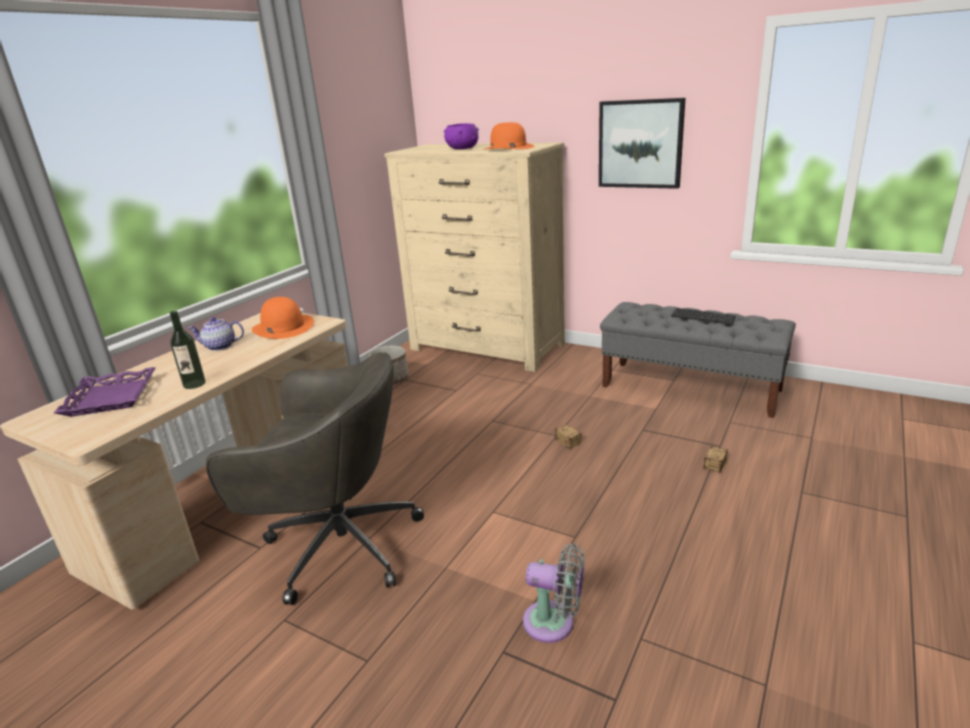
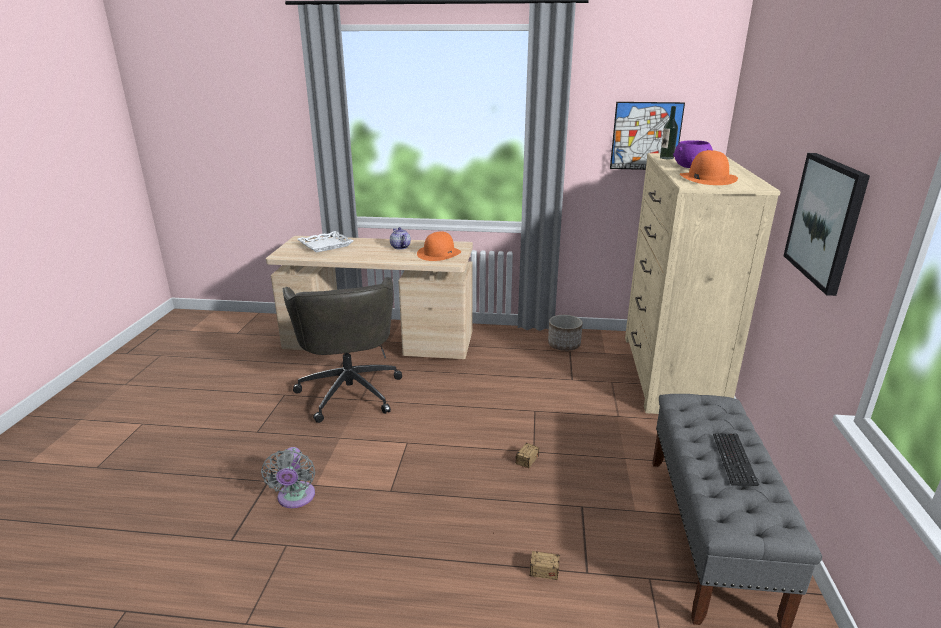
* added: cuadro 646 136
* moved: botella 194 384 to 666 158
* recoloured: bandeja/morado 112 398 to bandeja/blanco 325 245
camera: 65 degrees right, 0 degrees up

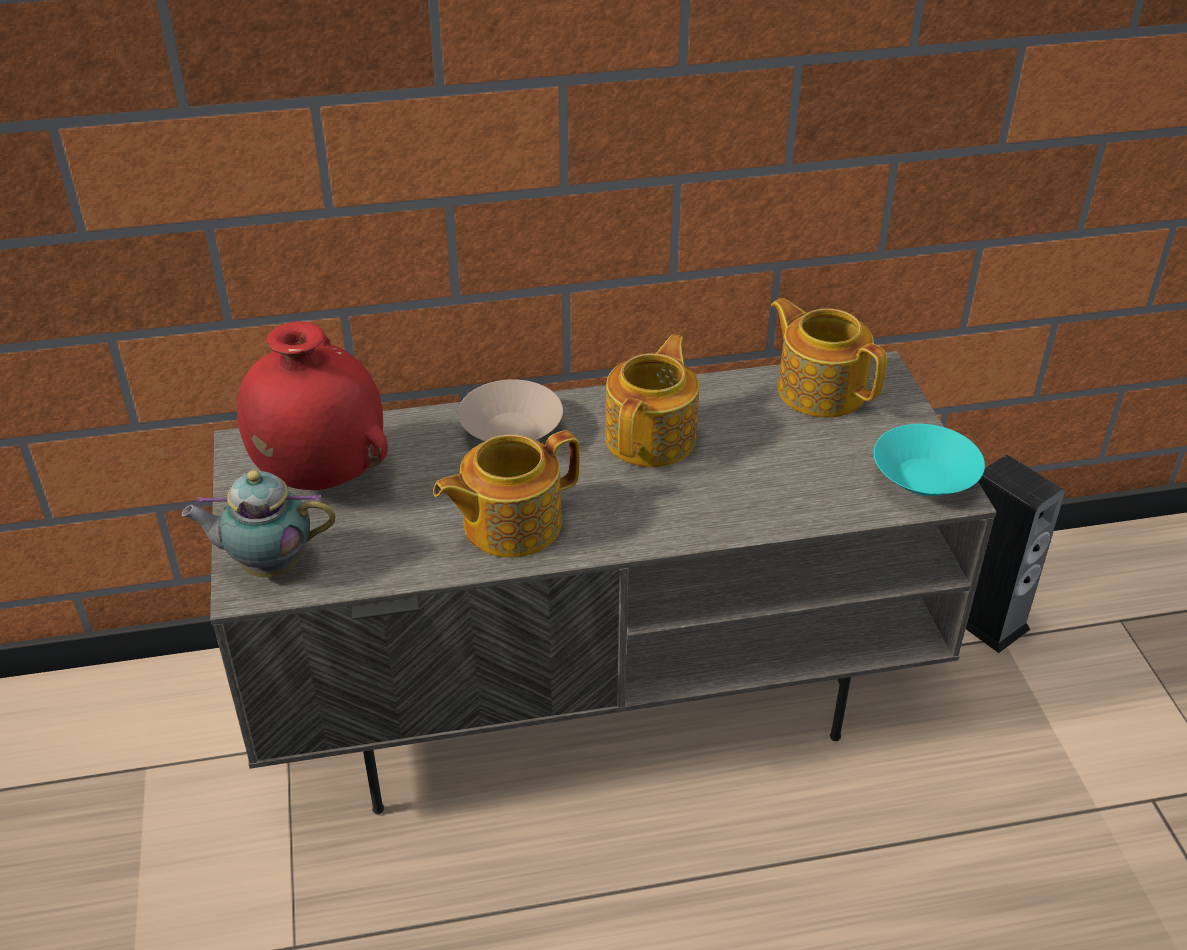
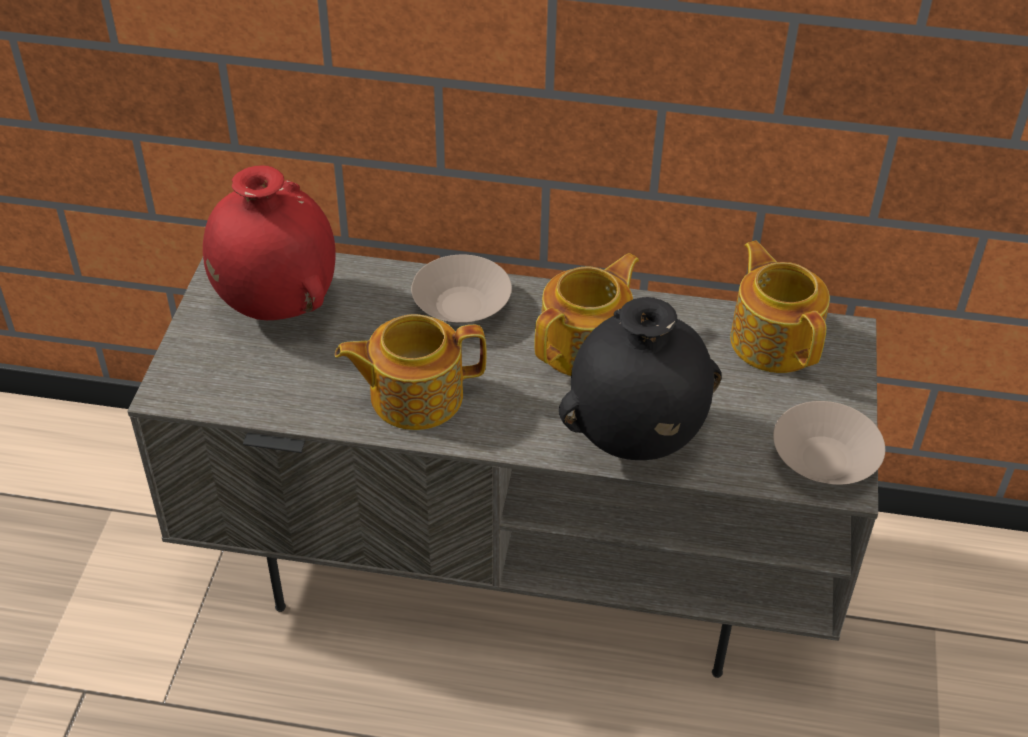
* removed: tetera 268 565
* removed: altavoz 985 620
* added: florero/negro 634 439
* recoloured: cuenco/turquesa 923 480 to cuenco/beis 823 461
camera: 20 degrees right, 5 degrees up

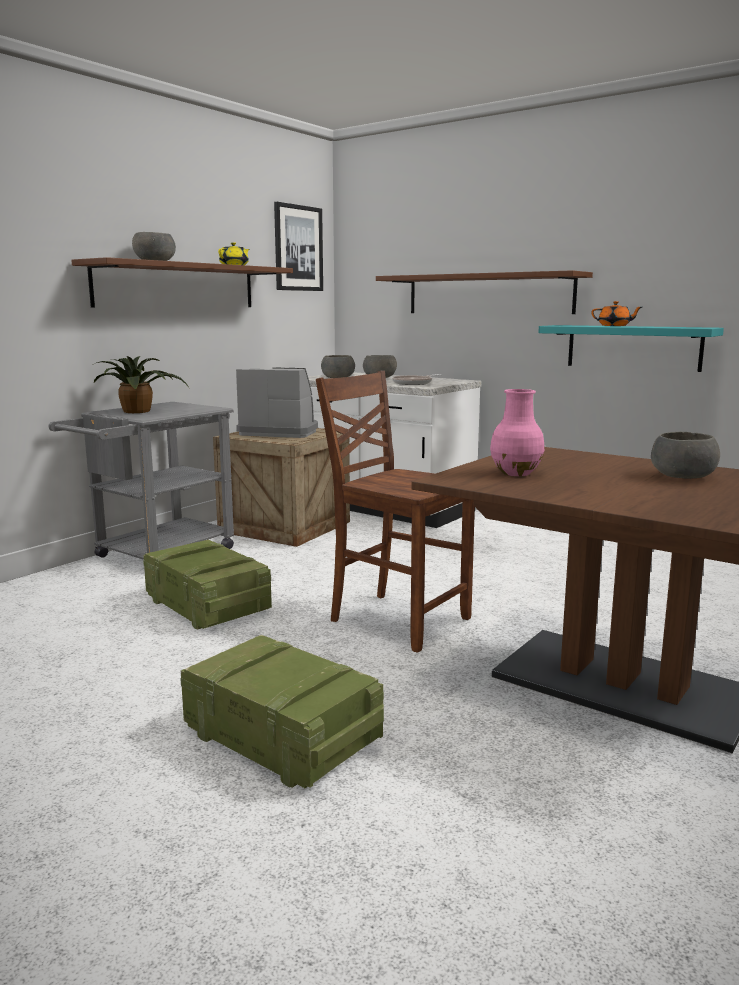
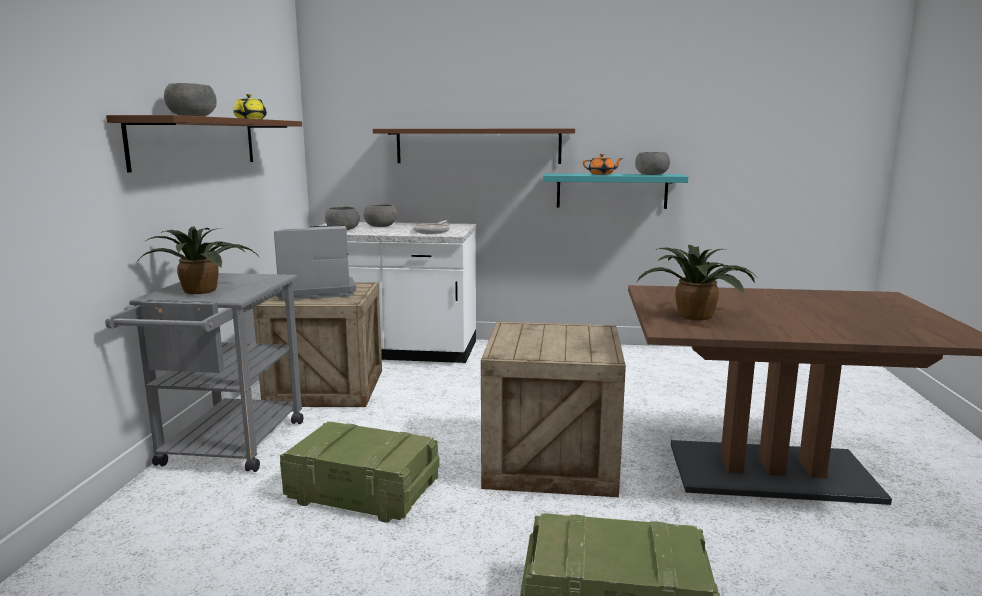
* removed: cuadro 298 248
* moved: cuenco/gris 682 476 to 651 174
* replaced: silla/marrón 397 620 to caja de embalaje 551 460
* replaced: florero/rosa 516 473 to planta en maceta 696 315
camera: 30 degrees left, 0 degrees up

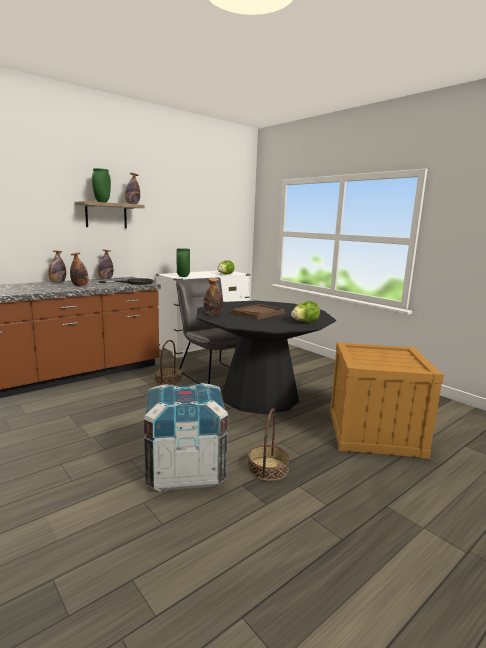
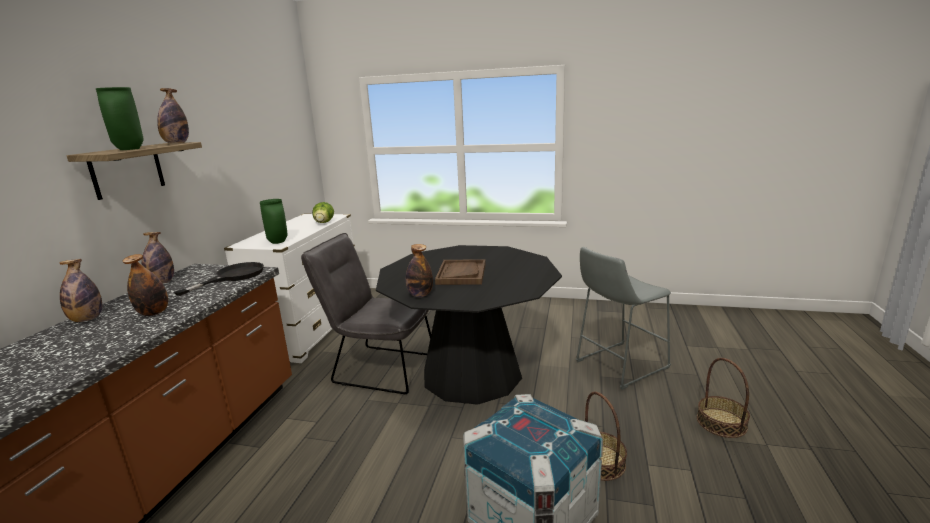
* removed: lechuga 304 322
* moved: cesta 168 380 to 721 422
* replaced: caja de embalaje 374 432 to taburete/gris 618 366
camera: 35 degrees left, 5 degrees up

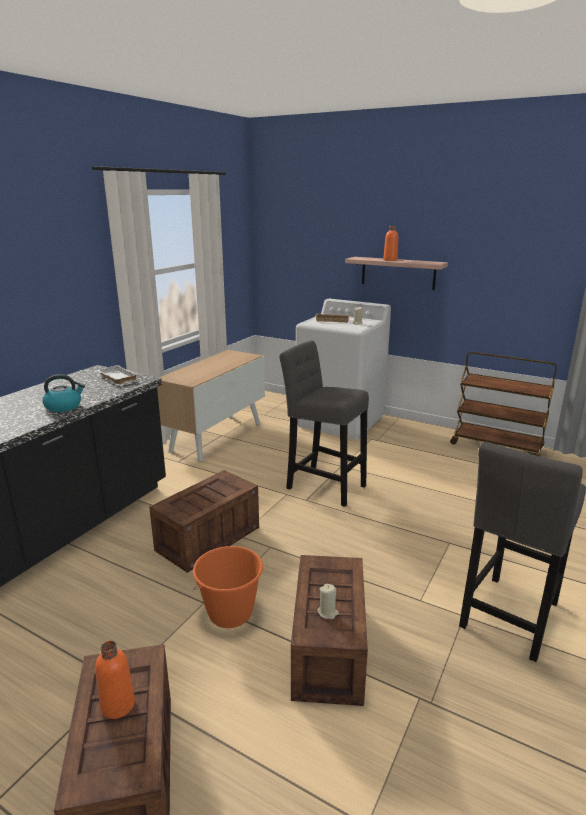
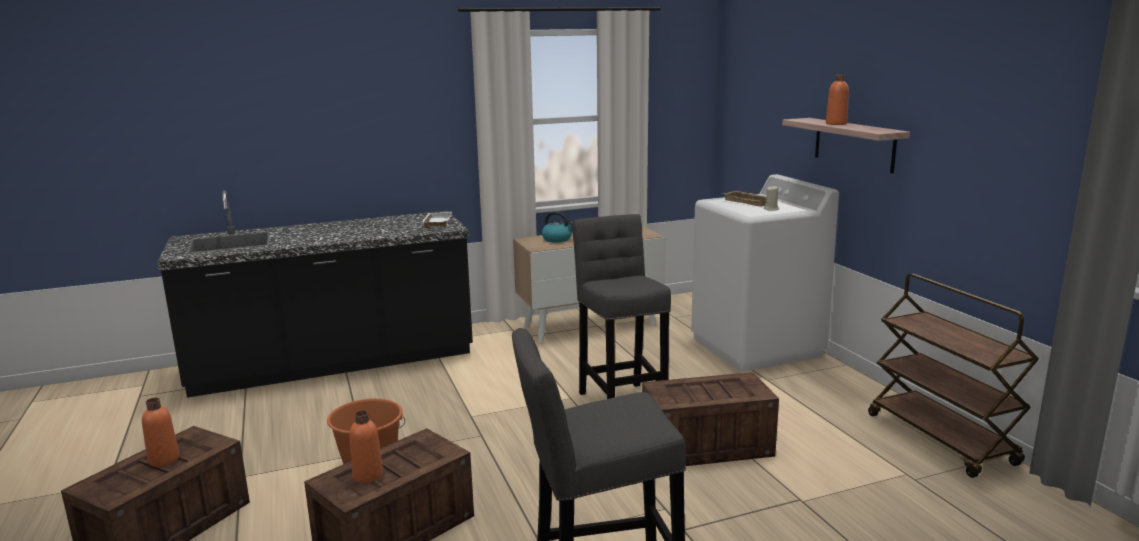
* moved: hervidor 64 406 to 557 239
* moved: caja de embalaje 209 538 to 708 446
* replaced: vela/beis 327 612 to botella/naranja 368 475
camera: 40 degrees right, 5 degrees down

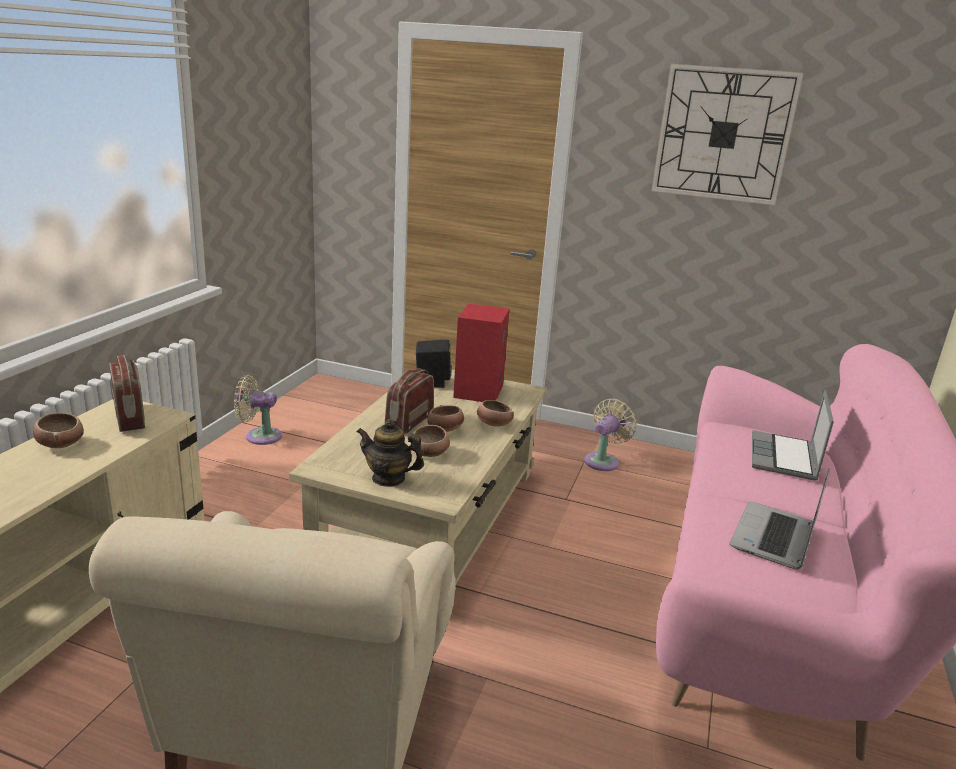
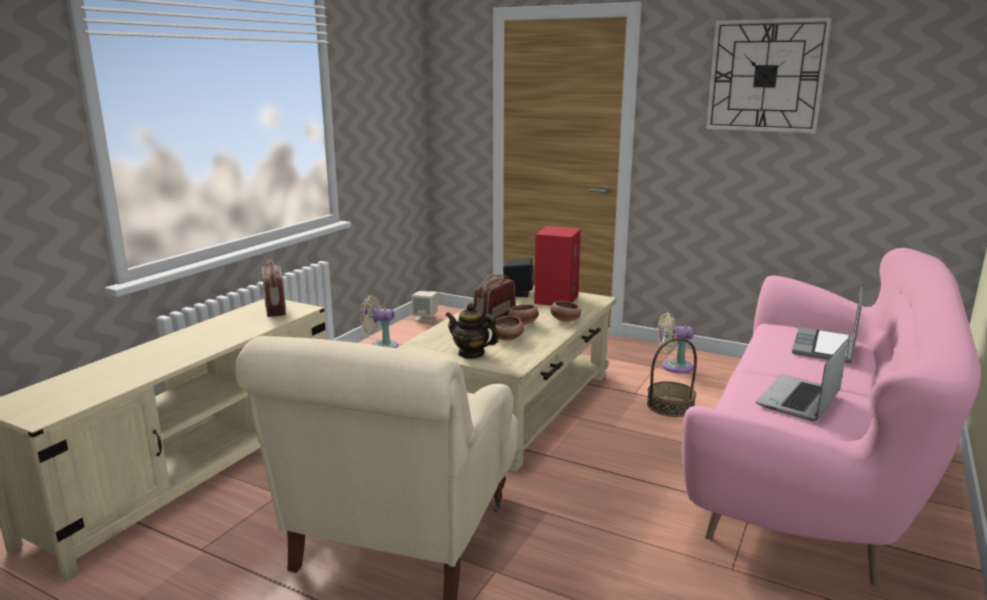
* removed: cuenco 60 443
* added: altavoz/beis 425 318
* added: cesta 670 406
* turned: ventilador/beis 603 461 = 673 367 135 degrees counterclockwise
camera: 10 degrees right, 5 degrees down

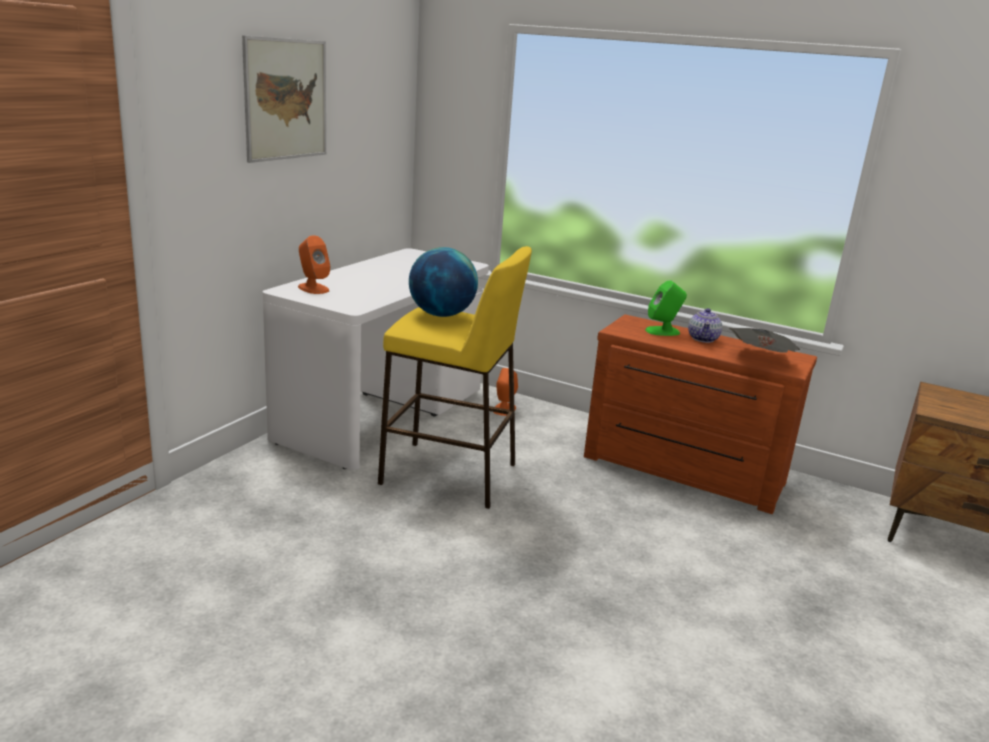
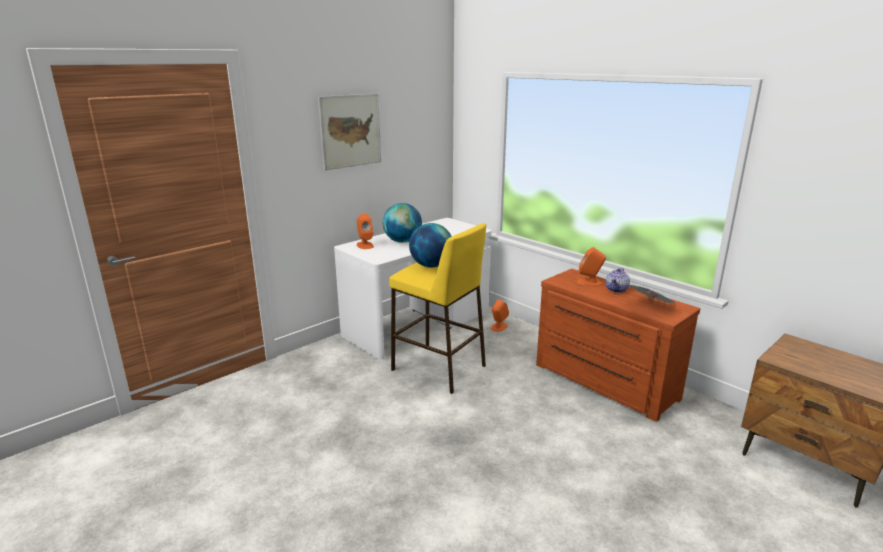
* added: globo terráqueo 402 241
* recoloured: altavoz/verde 663 331 to altavoz/naranja 589 282
camera: 20 degrees right, 0 degrees up

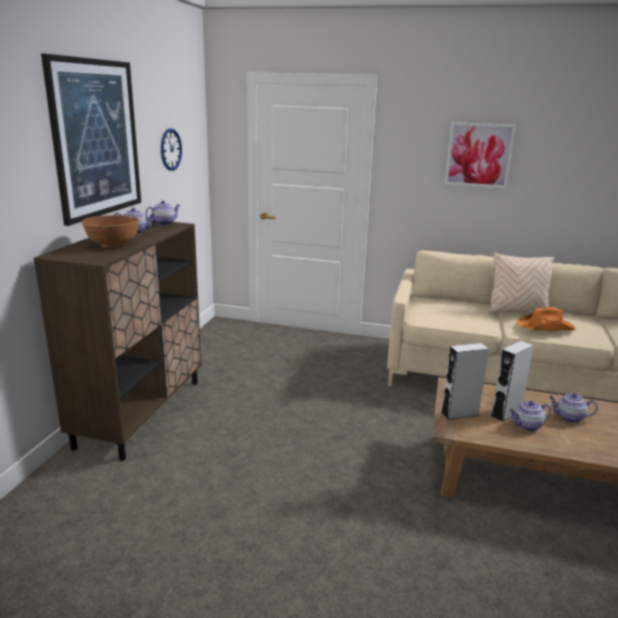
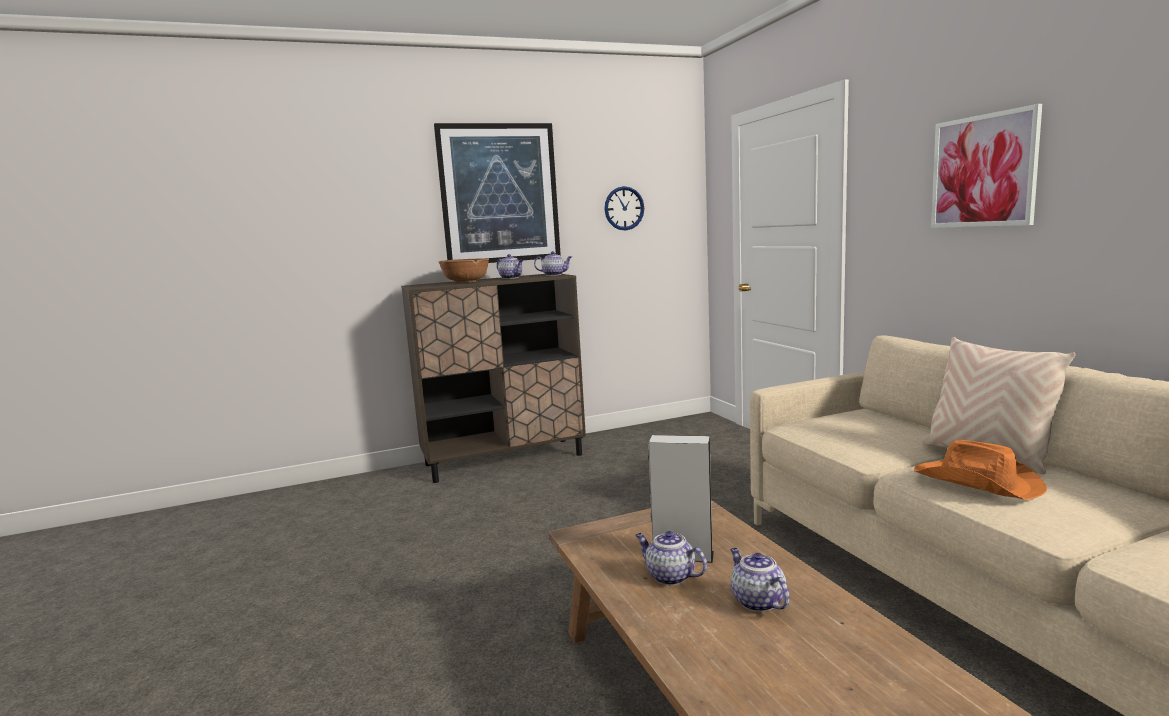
* removed: altavoz/gris 459 413
camera: 55 degrees right, 10 degrees down

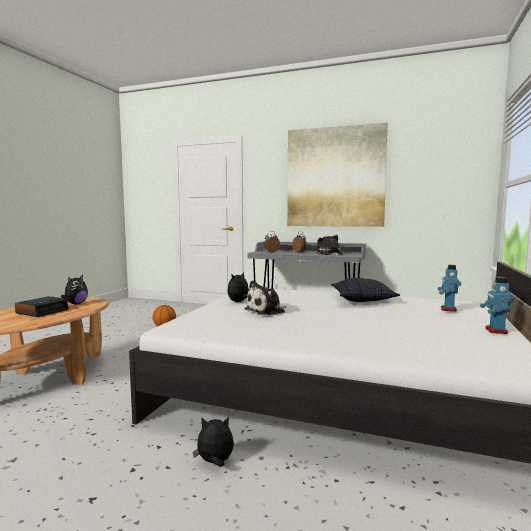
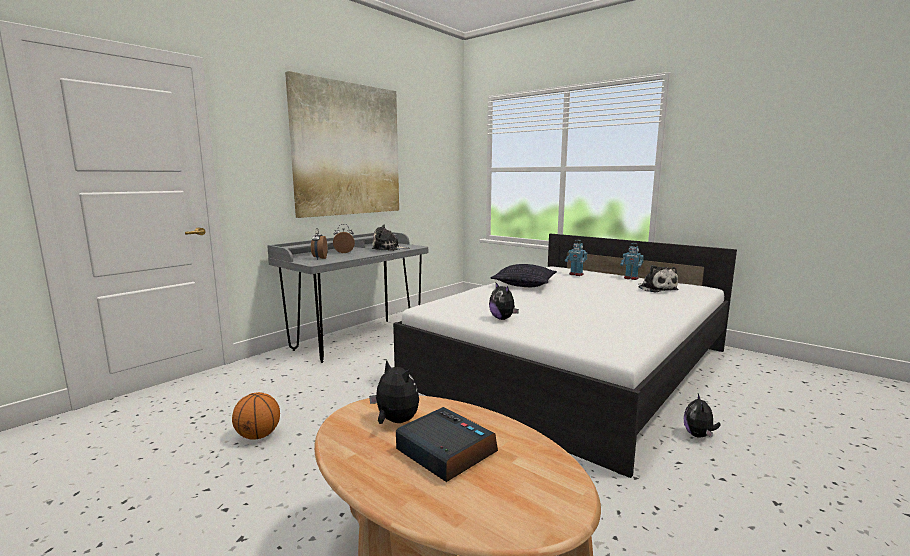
* moved: peluche 267 311 to 656 289
camera: 70 degrees left, 5 degrees up

